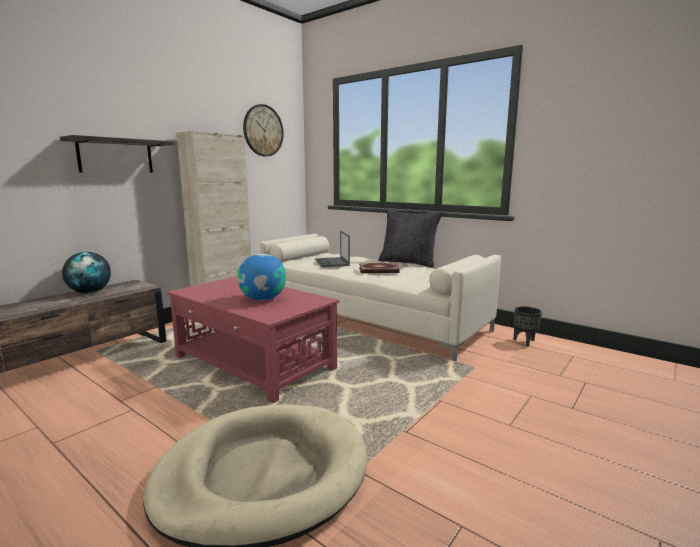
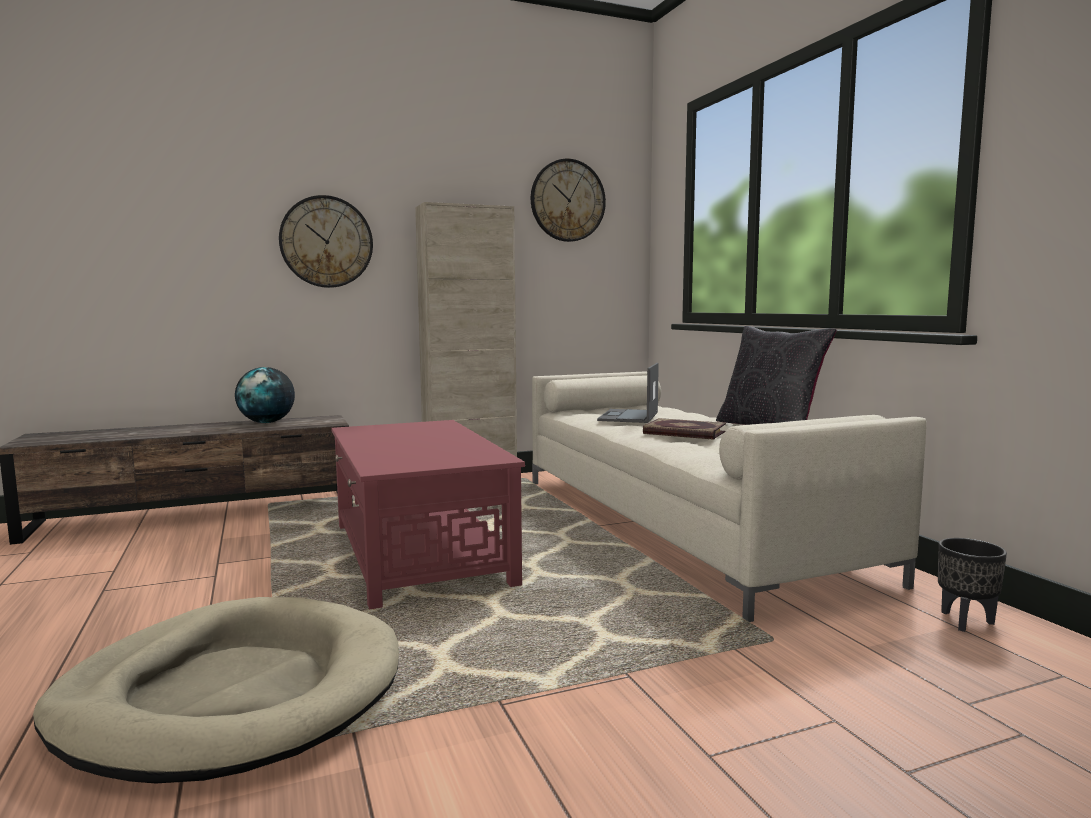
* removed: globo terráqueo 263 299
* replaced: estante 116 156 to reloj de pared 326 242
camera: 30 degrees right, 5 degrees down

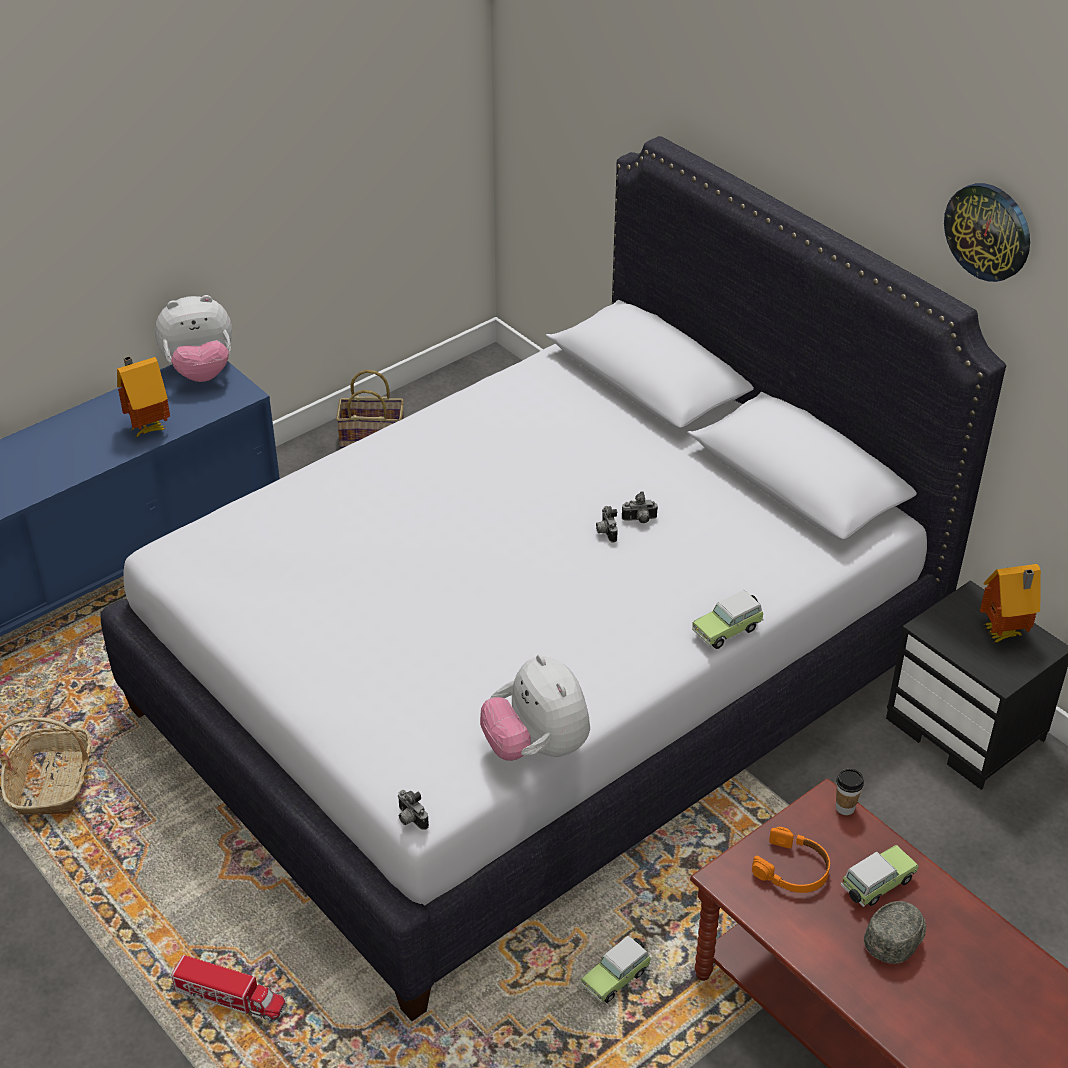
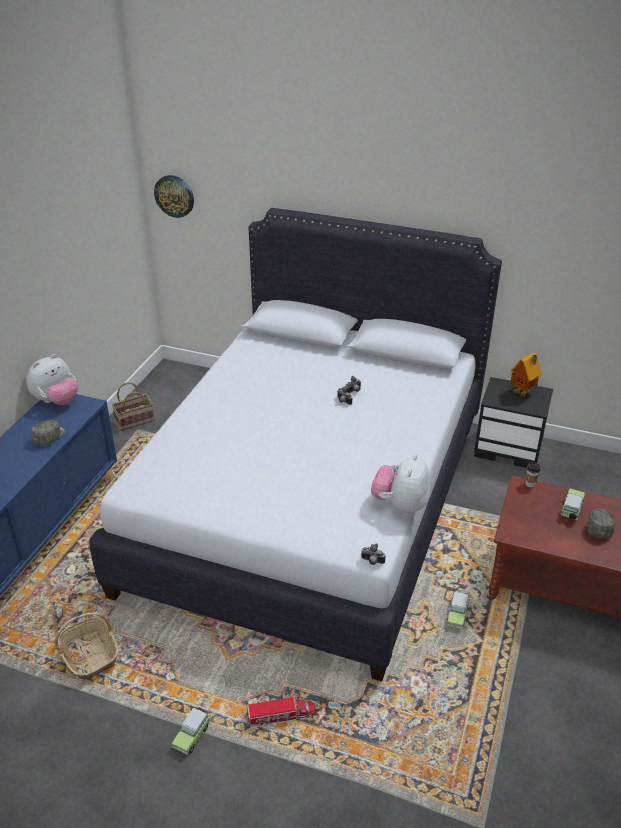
* removed: auriculares/naranja 792 869
* moved: coche de juguete 728 630 to 192 735
* moved: reloj de pared 988 231 to 174 196
* replaced: casita 147 428 to gorra/gris 50 437
* turned: peluche 536 747 = 400 505 75 degrees clockwise
camera: 30 degrees left, 5 degrees down

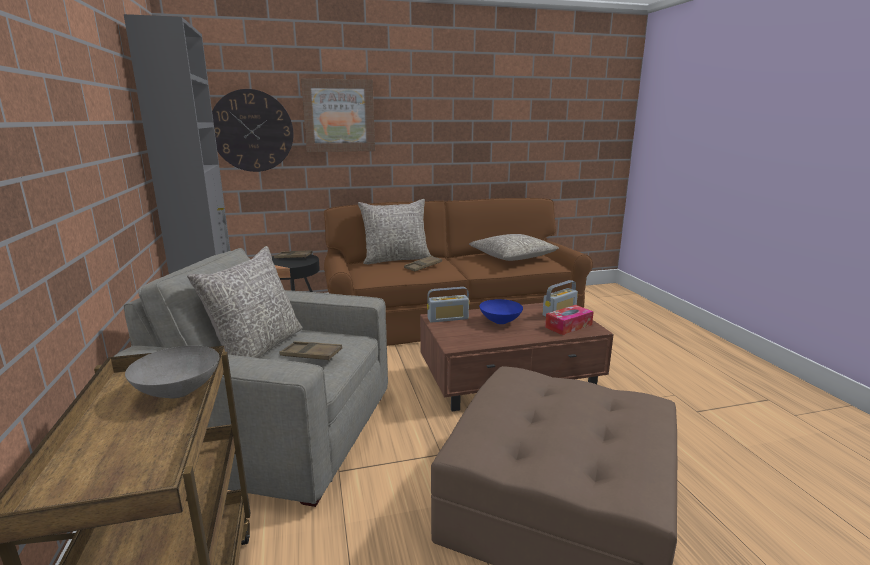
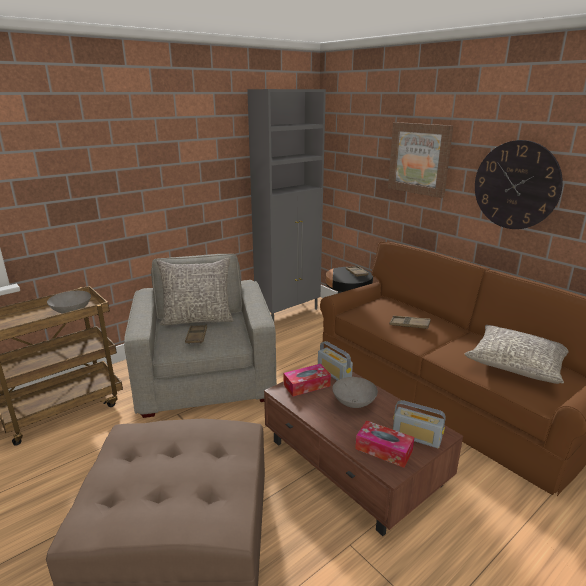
* removed: cojín/gris 396 259
* added: caja de pañuelos 306 385
* moved: reloj de pared 252 131 to 516 185
* recoloured: cuenco/azul 500 321 to cuenco/gris 354 403
camera: 65 degrees right, 5 degrees up

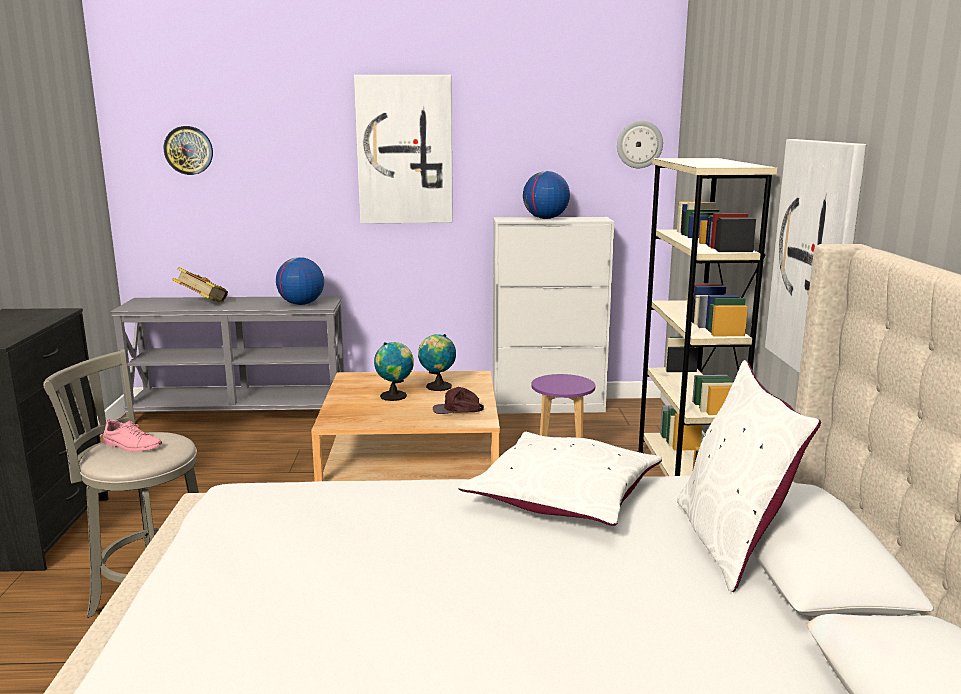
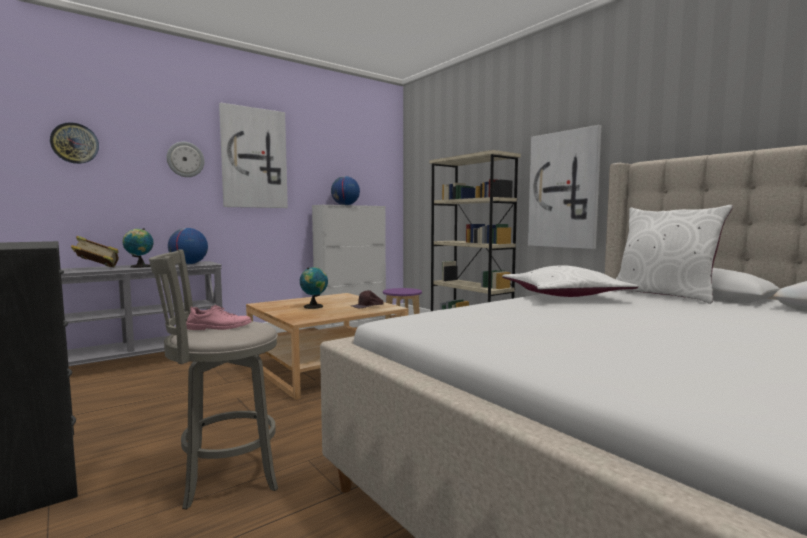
* moved: globo terráqueo 437 387 to 139 266
* moved: reloj de pared 639 144 to 185 159
camera: 35 degrees left, 10 degrees down

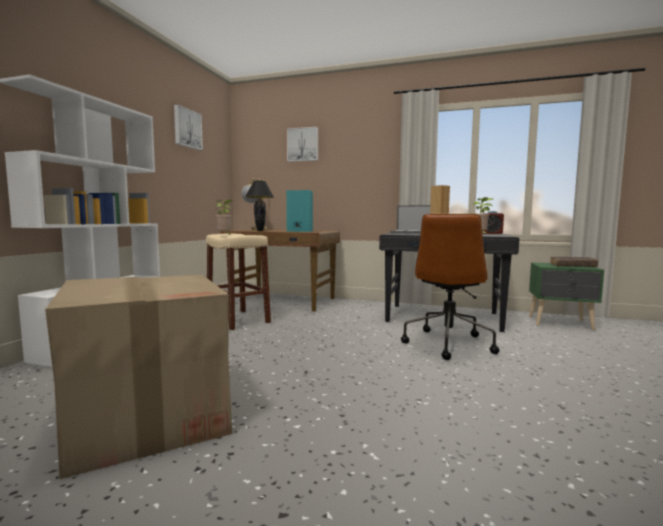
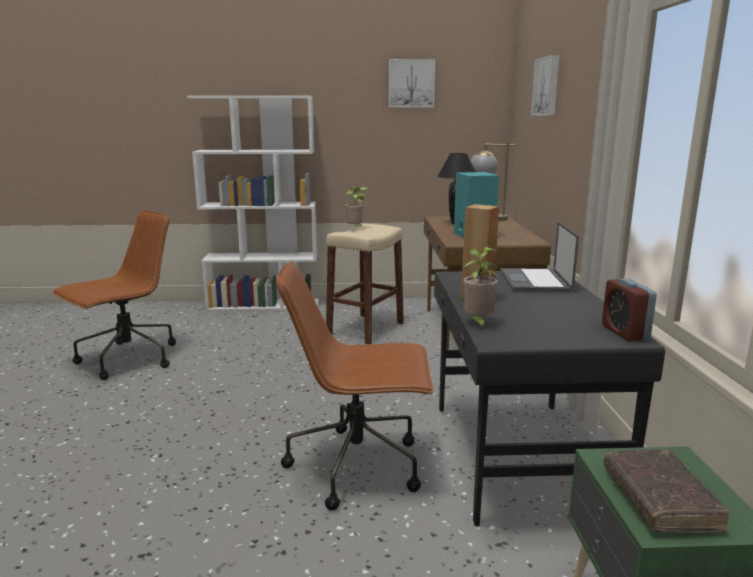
* replaced: caja de cartón 149 417 to silla de oficina/marrón 127 360
camera: 70 degrees right, 10 degrees up

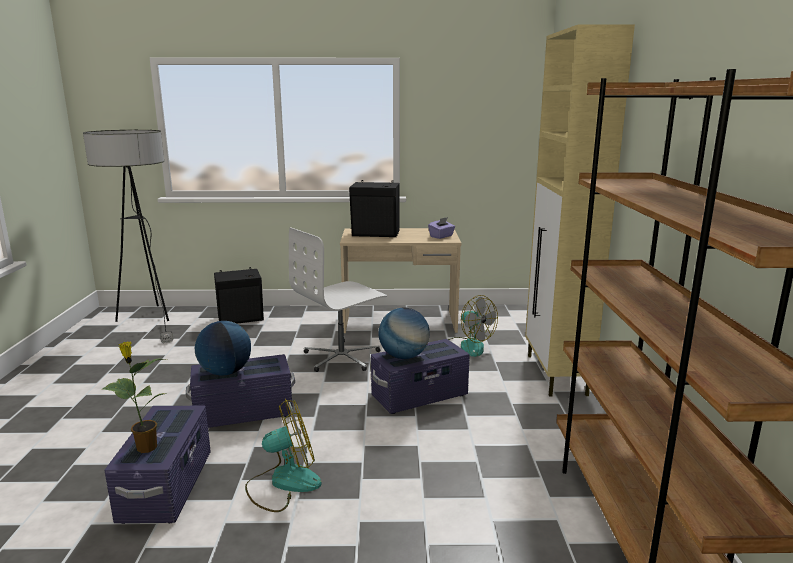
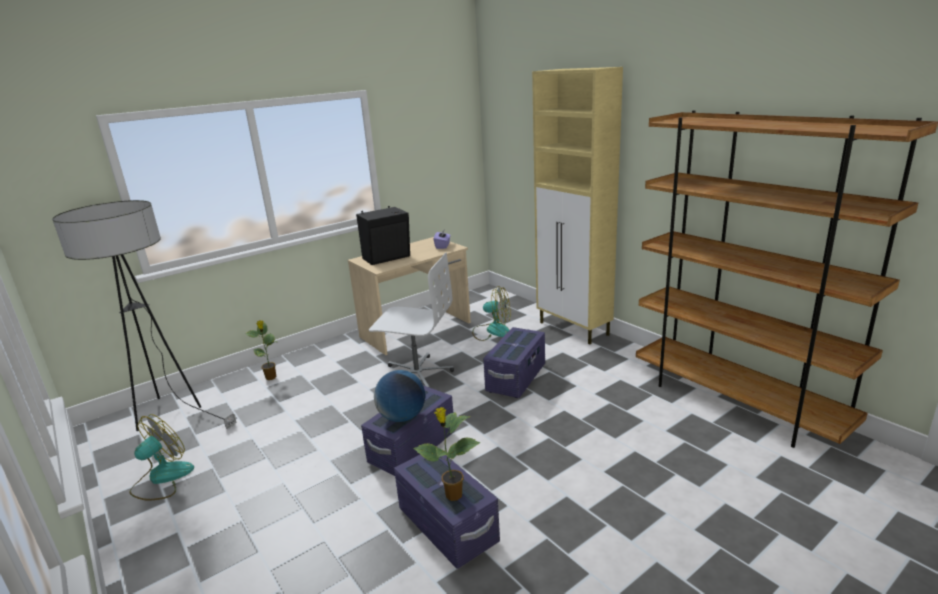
* removed: globo terráqueo 403 356
* moved: ventilador 283 483 to 162 479
* replaced: altavoz/negro 241 319 to planta en maceta 271 377
* turned: silla de oficina/blanco 342 357 = 417 374 90 degrees counterclockwise
camera: 35 degrees left, 5 degrees up

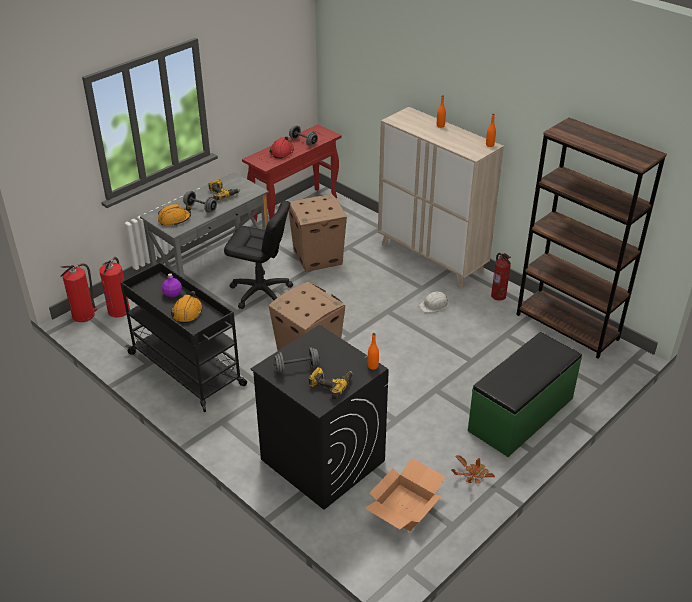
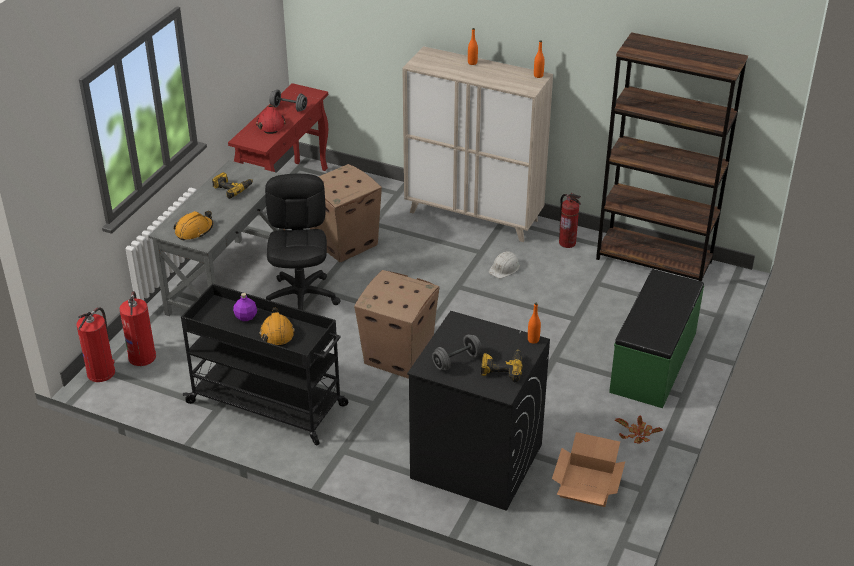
* removed: mancuerna/gris 200 208
* turned: silla de oficina/negro 261 292 = 301 297 90 degrees counterclockwise
camera: 20 degrees left, 0 degrees up

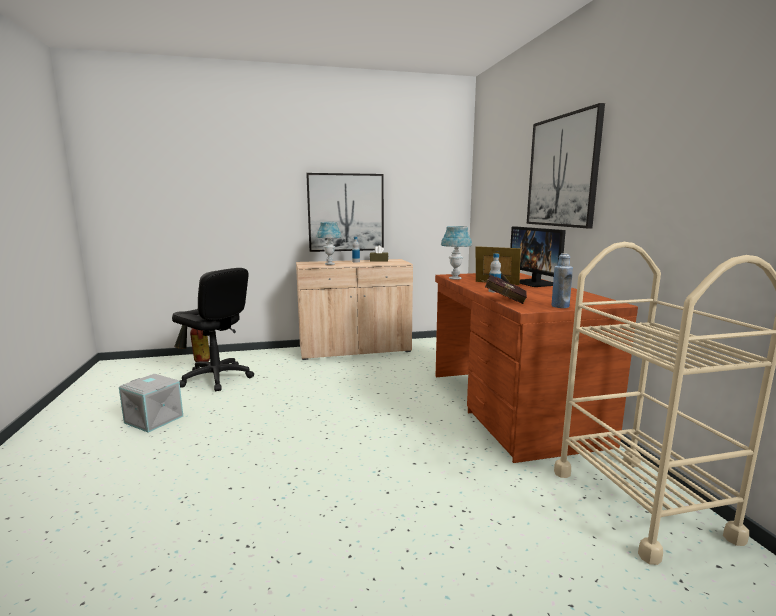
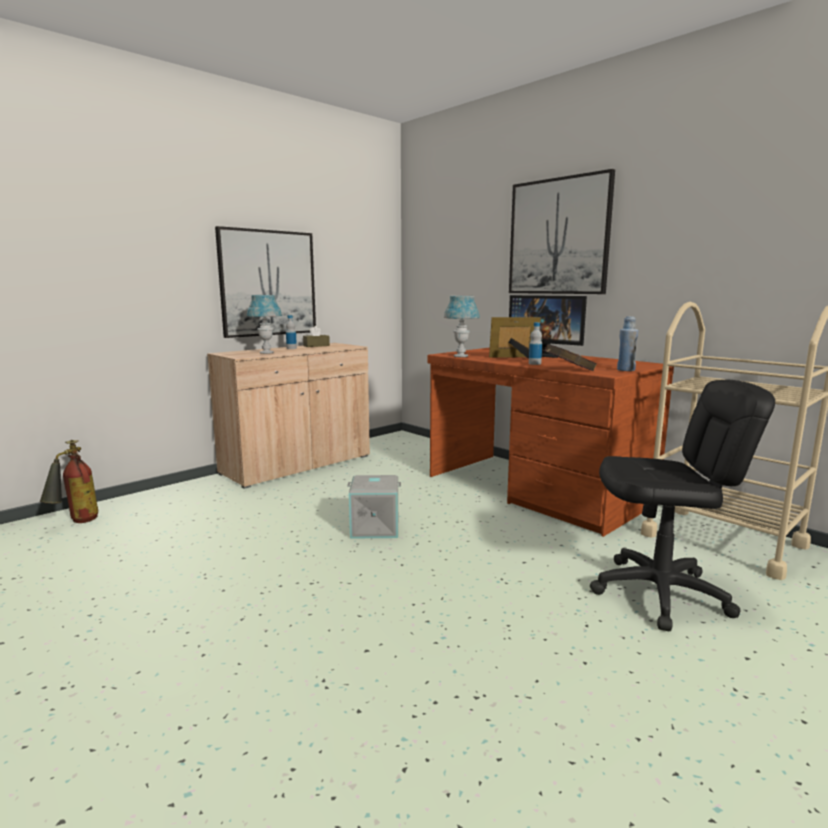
* moved: caja de almacenaje/gris 155 419 to 375 527
* moved: silla de oficina/negro 216 378 to 660 593
camera: 30 degrees left, 0 degrees up

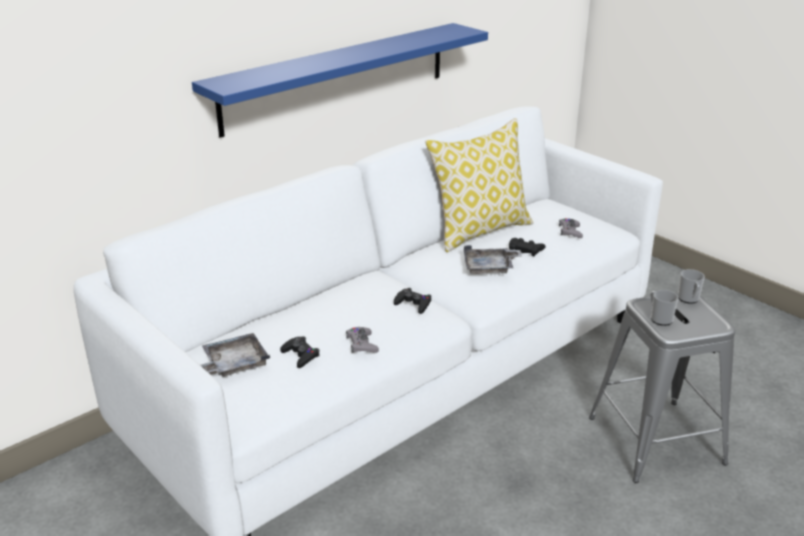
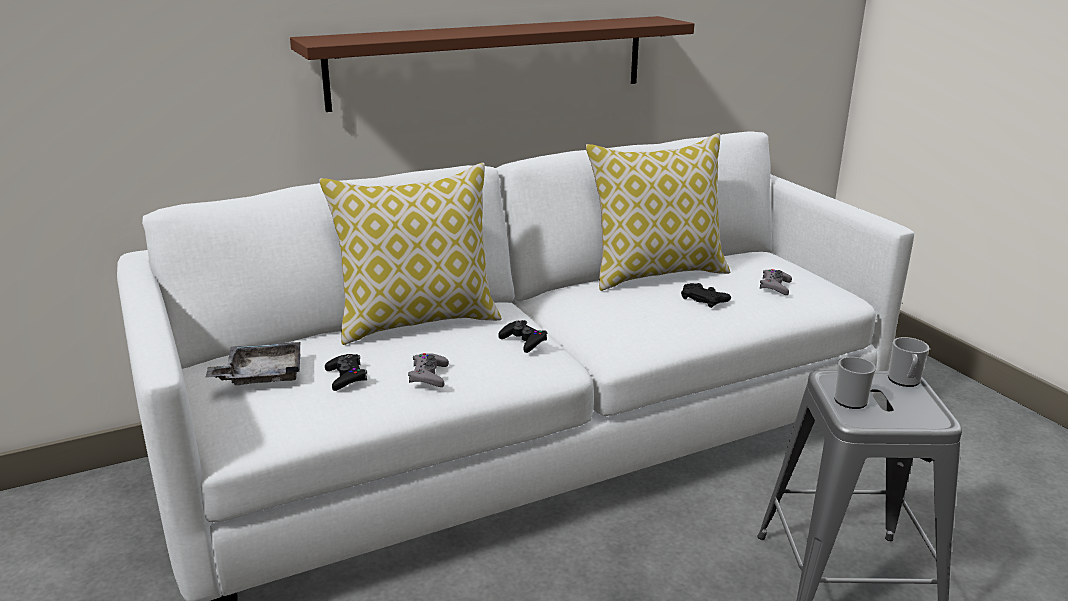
* removed: bandeja/gris 490 268
* added: cojín 418 321
* recoloured: estante/azul 337 77 to estante/marrón 491 61
camera: 15 degrees right, 5 degrees down

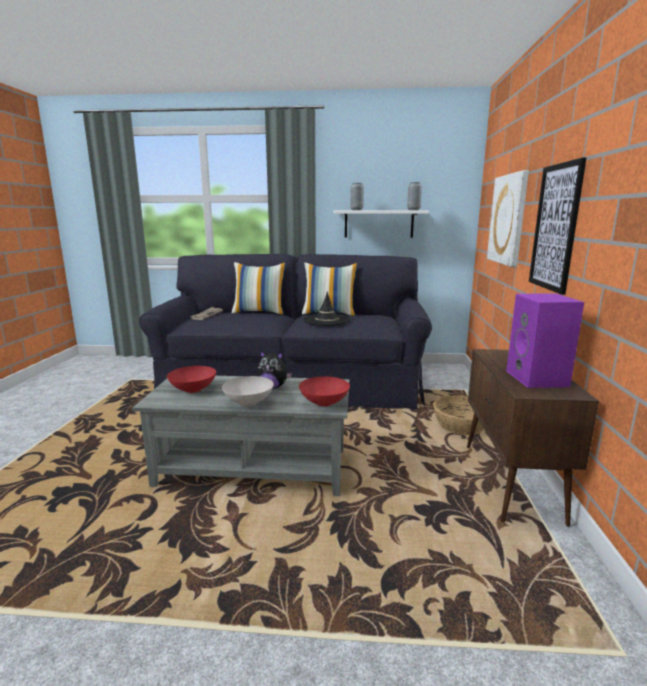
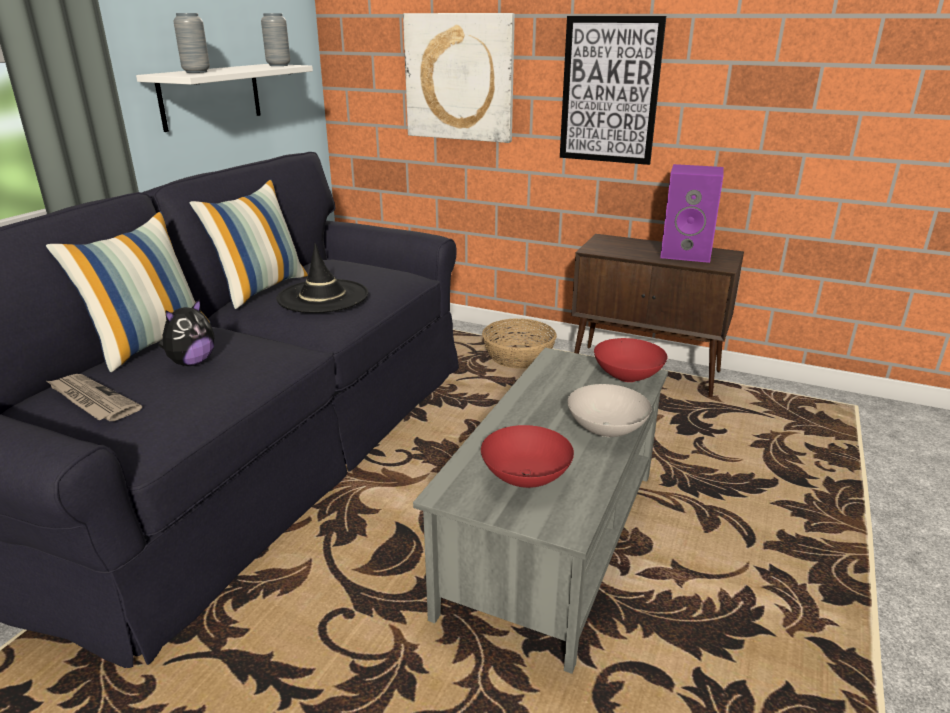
* moved: peluche 273 387 to 191 362
camera: 70 degrees left, 10 degrees up

